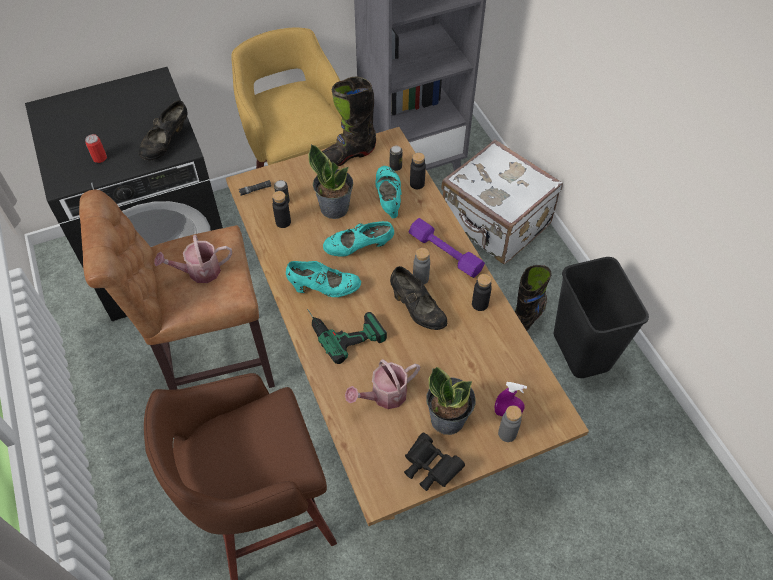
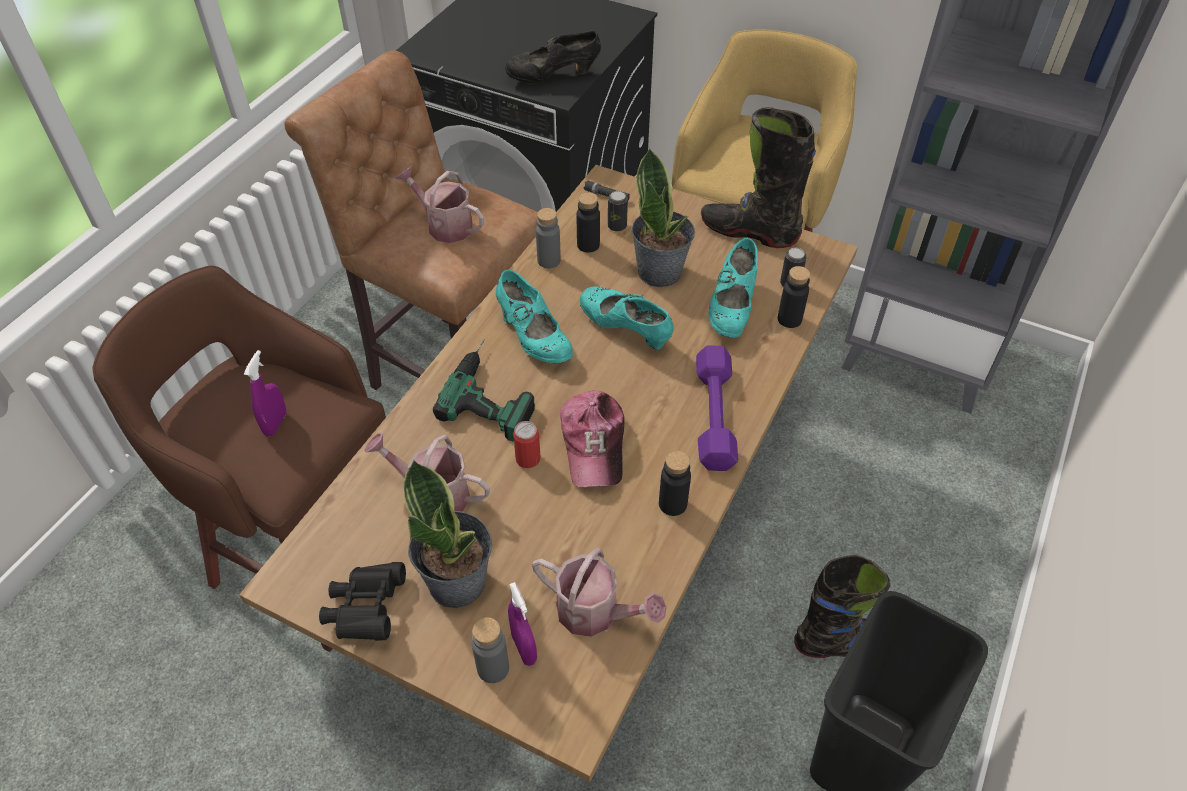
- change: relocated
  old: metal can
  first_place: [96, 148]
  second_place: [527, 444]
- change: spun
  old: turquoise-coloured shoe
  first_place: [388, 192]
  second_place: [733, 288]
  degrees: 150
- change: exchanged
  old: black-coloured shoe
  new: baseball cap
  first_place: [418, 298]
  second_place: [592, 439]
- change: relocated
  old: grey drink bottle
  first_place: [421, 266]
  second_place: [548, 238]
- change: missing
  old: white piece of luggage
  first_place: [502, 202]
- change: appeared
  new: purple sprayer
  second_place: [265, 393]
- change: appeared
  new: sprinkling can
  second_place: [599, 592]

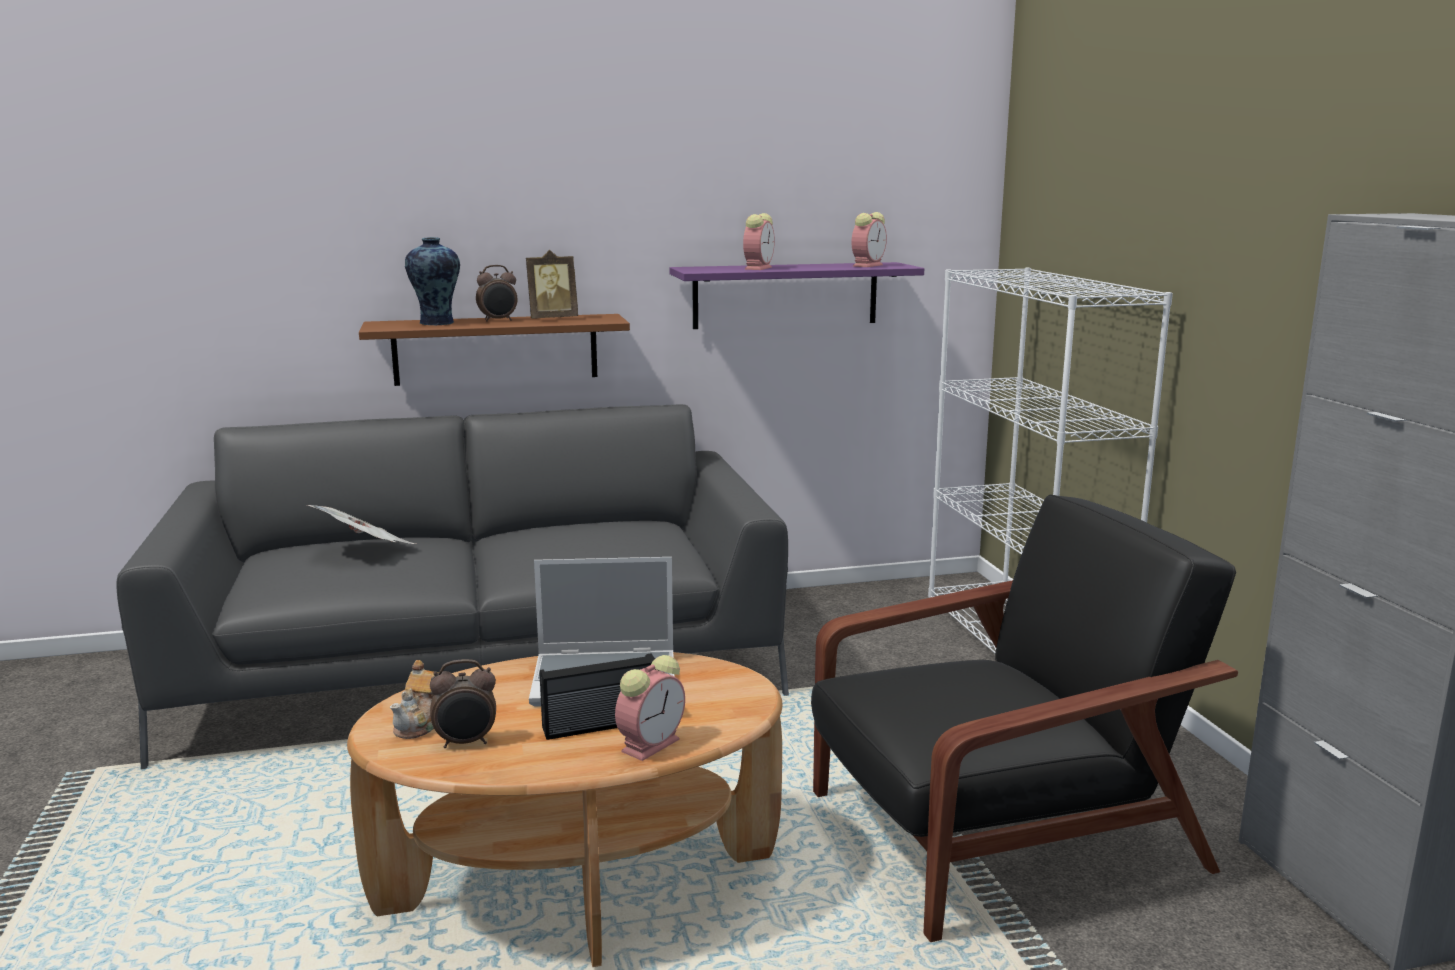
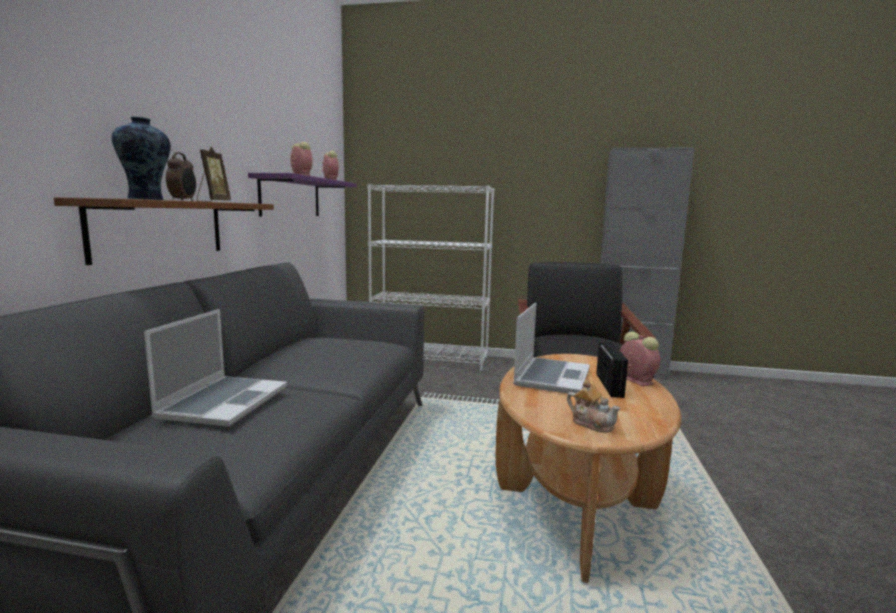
- change: exchanged
  old: printed paper
  new: notebook computer
  first_place: [361, 524]
  second_place: [215, 368]
- change: missing
  old: alarm clock
  first_place: [463, 703]

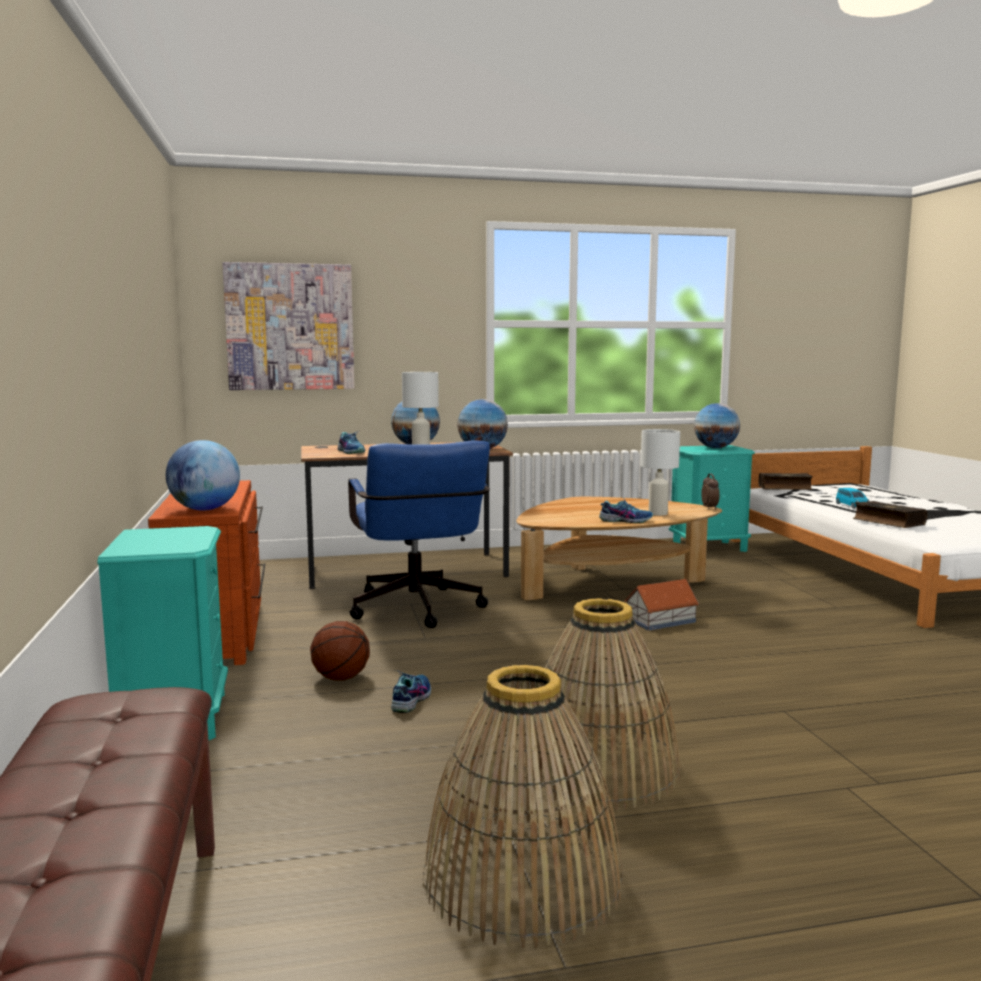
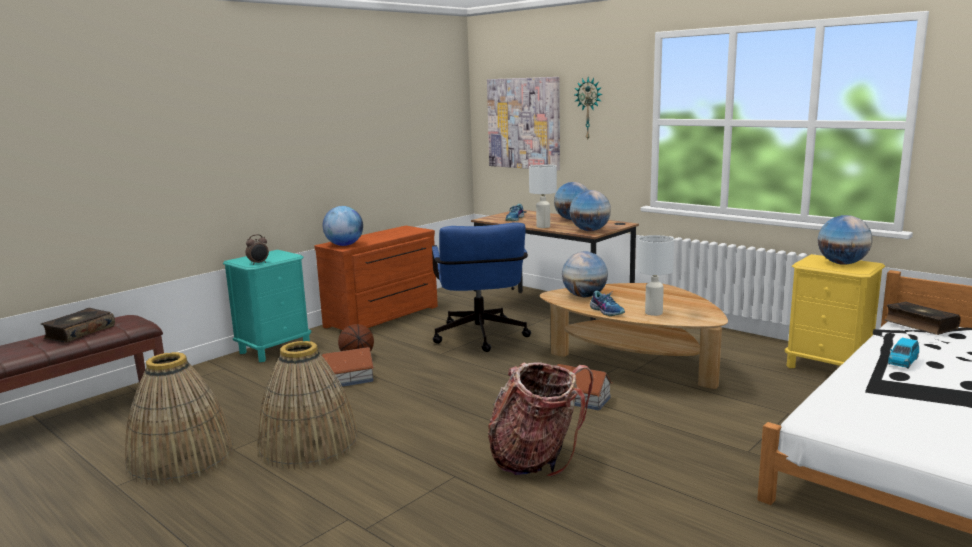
- change: spun
  old: bluish desk chair
  first_place: [419, 534]
  second_place: [481, 287]
  degrees: -45
- change: exchanged
  old: shoe
  new: toy house
  first_place: [411, 691]
  second_place: [348, 367]
- change: colour
  old: turquoise-coloured bedside table
  new: yellow bedside table
  first_place: [712, 498]
  second_place: [835, 311]
- change: relocated
  old: alarm clock
  first_place: [710, 492]
  second_place: [257, 249]
- change: relocated
  old: book
  first_place: [890, 514]
  second_place: [78, 325]
- change: appeared
  new: backpack
  second_place: [541, 419]
- change: appeared
  new: world globe
  second_place: [585, 274]
- change: appeared
  new: clock on the wall
  second_place: [588, 109]

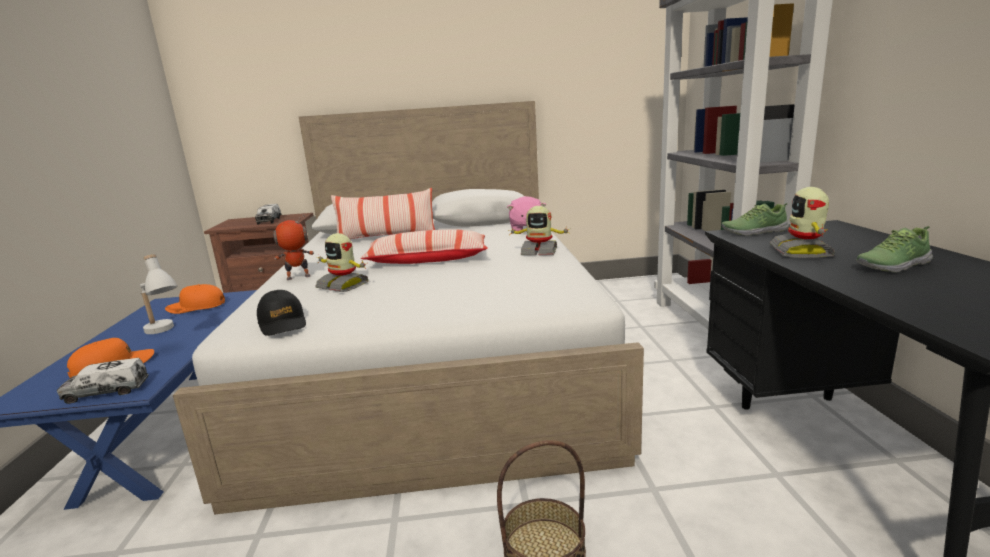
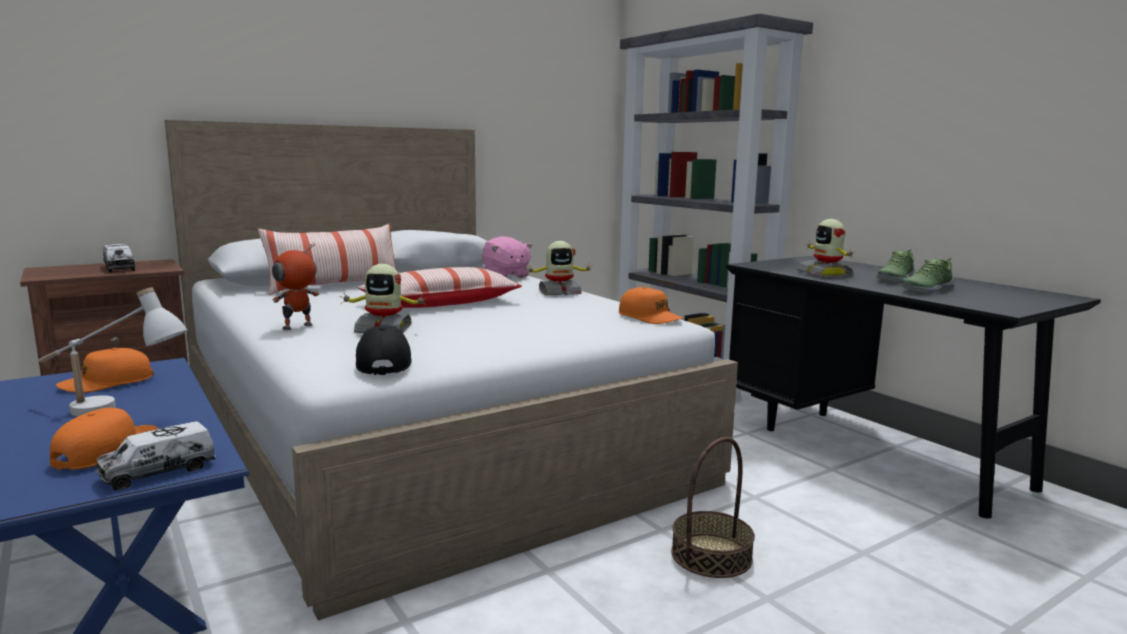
- change: spun
  old: black-coloured baseball cap
  first_place: [281, 313]
  second_place: [384, 350]
  degrees: -135
- change: relocated
  old: shoe
  first_place: [755, 219]
  second_place: [928, 276]
- change: appeared
  new: orangey baseball cap
  second_place: [651, 305]

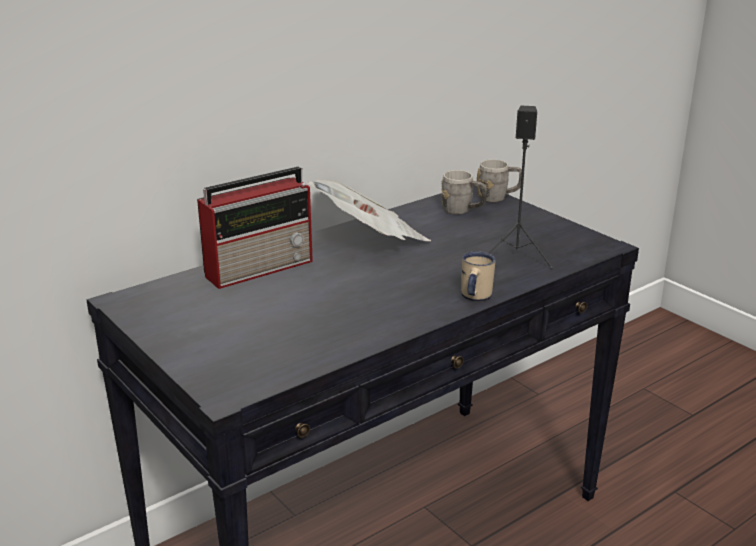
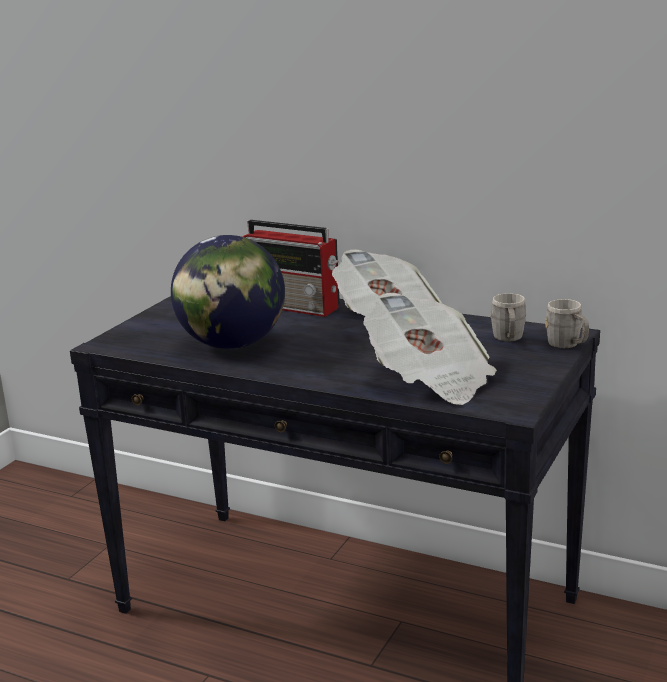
- change: missing
  old: sand-coloured tea mug
  first_place: [478, 276]
- change: exchanged
  old: black-coloured loudspeaker
  new: printed paper
  first_place: [521, 187]
  second_place: [430, 349]
- change: appeared
  new: world globe
  second_place: [228, 292]

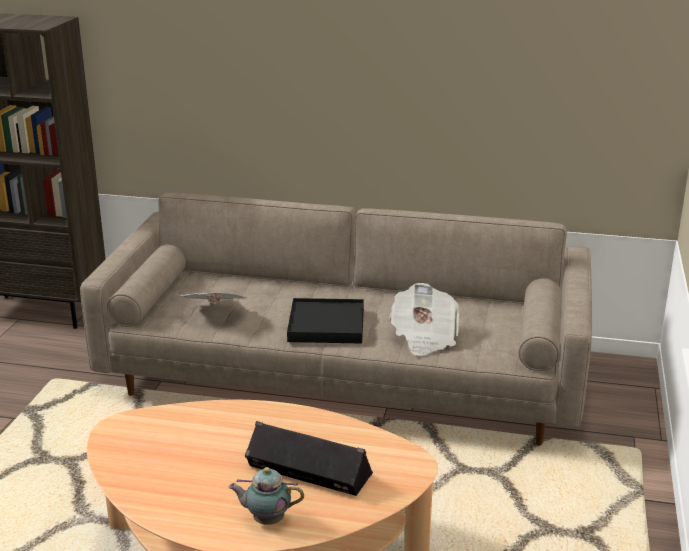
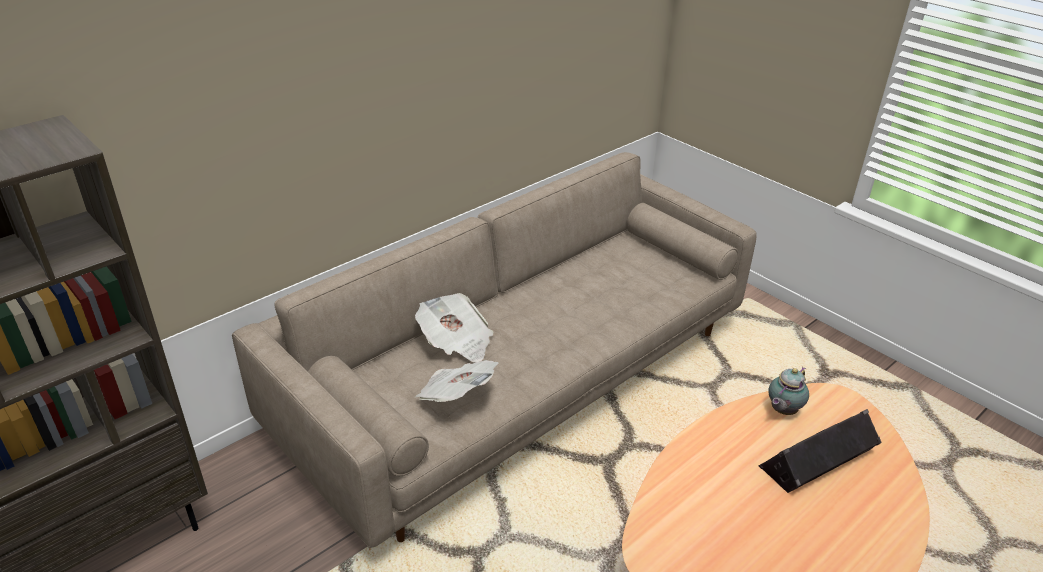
- change: relocated
  old: teapot
  first_place: [266, 496]
  second_place: [788, 391]
- change: missing
  old: black-coloured tray
  first_place: [325, 321]
- change: relocated
  old: printed paper
  first_place: [424, 319]
  second_place: [454, 328]

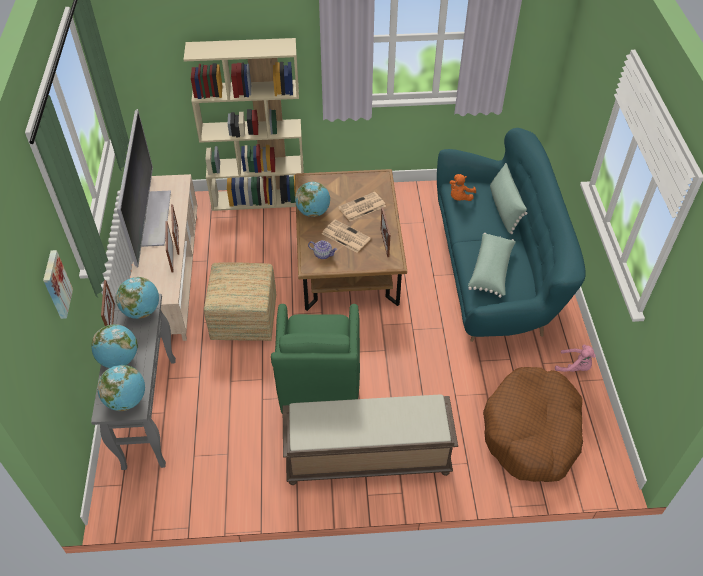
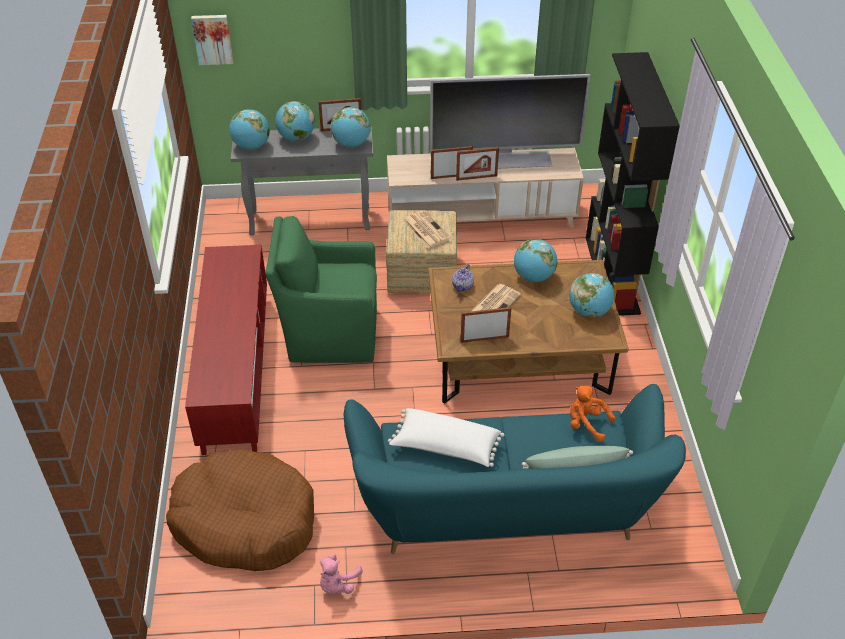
- change: relocated
  old: picture
  first_place: [58, 284]
  second_place: [212, 40]
- change: colour
  old: sand-coloured bookcase
  new: black-coloured bookcase
  first_place: [243, 124]
  second_place: [633, 184]
- change: exchanged
  old: brown indoor bench
  new: red tv stand
  first_place: [370, 440]
  second_place: [226, 350]
- change: relocated
  old: printed paper
  first_place: [362, 206]
  second_place: [427, 229]
- change: colour
  old: greenish throw pillow
  new: white throw pillow
  first_place: [492, 265]
  second_place: [446, 437]
- change: appeared
  new: world globe
  second_place: [592, 295]

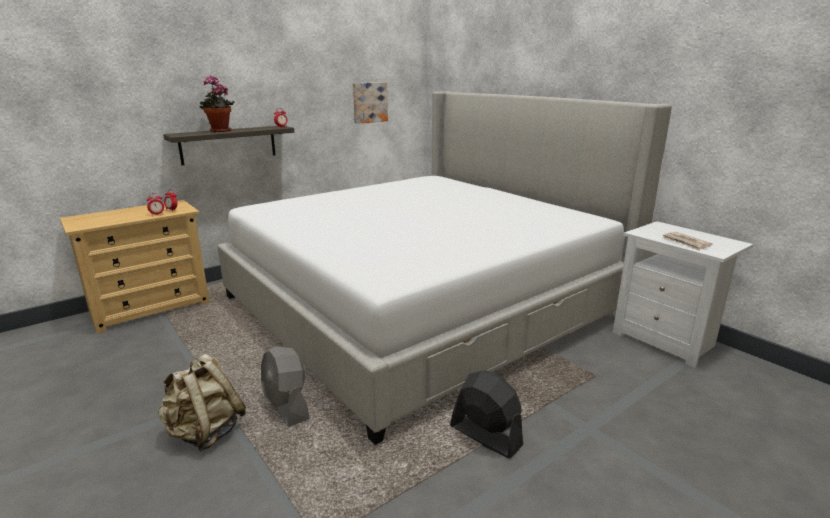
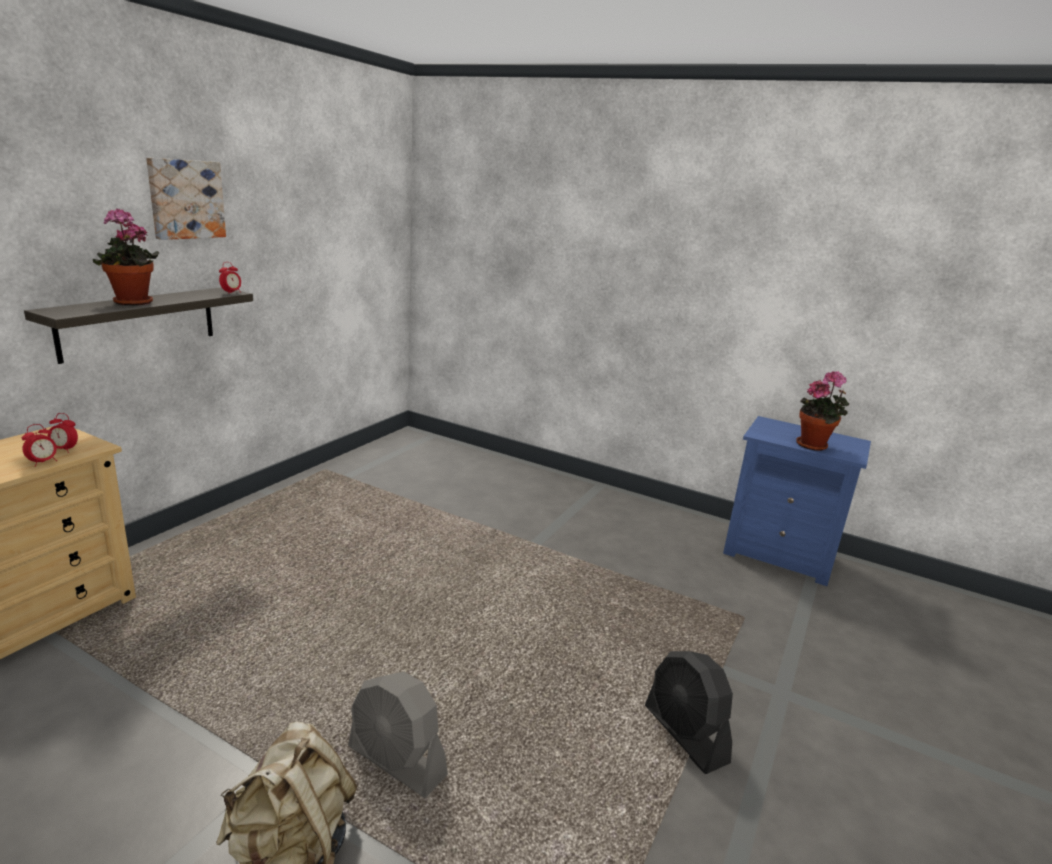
- change: missing
  old: sleeping bed
  first_place: [444, 268]
- change: relocated
  old: picture
  first_place: [370, 103]
  second_place: [186, 198]
- change: spun
  old: black-coloured electric fan
  first_place: [486, 414]
  second_place: [689, 712]
  degrees: -135
- change: colour
  old: white bedside table
  new: bluish bedside table
  first_place: [683, 294]
  second_place: [797, 501]
- change: exchanged
  old: printed paper
  new: houseplant
  first_place: [687, 241]
  second_place: [822, 411]

